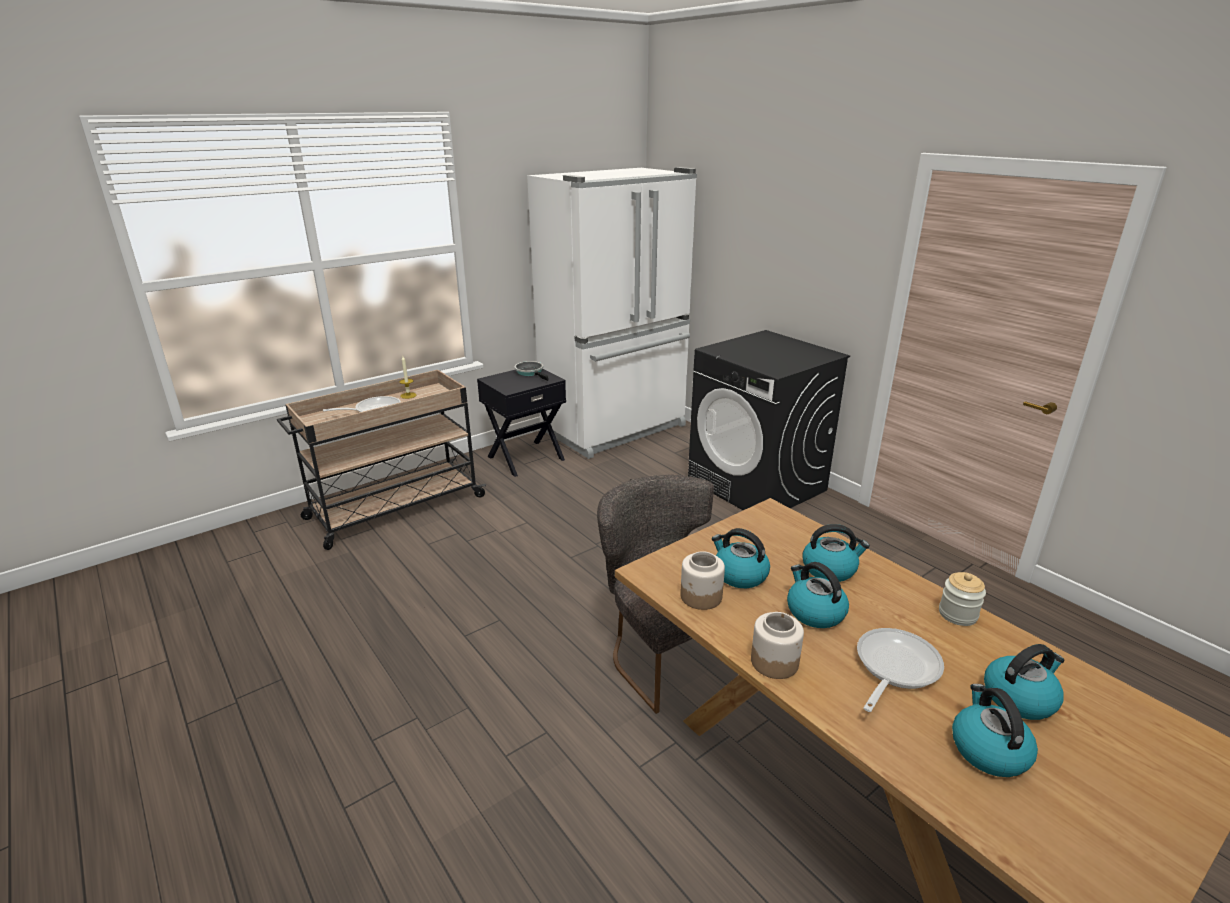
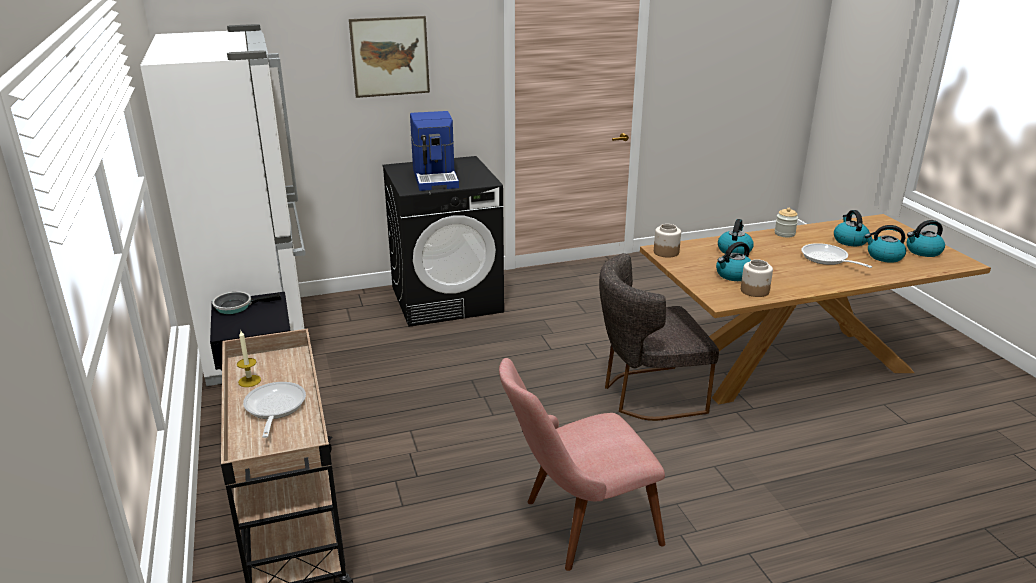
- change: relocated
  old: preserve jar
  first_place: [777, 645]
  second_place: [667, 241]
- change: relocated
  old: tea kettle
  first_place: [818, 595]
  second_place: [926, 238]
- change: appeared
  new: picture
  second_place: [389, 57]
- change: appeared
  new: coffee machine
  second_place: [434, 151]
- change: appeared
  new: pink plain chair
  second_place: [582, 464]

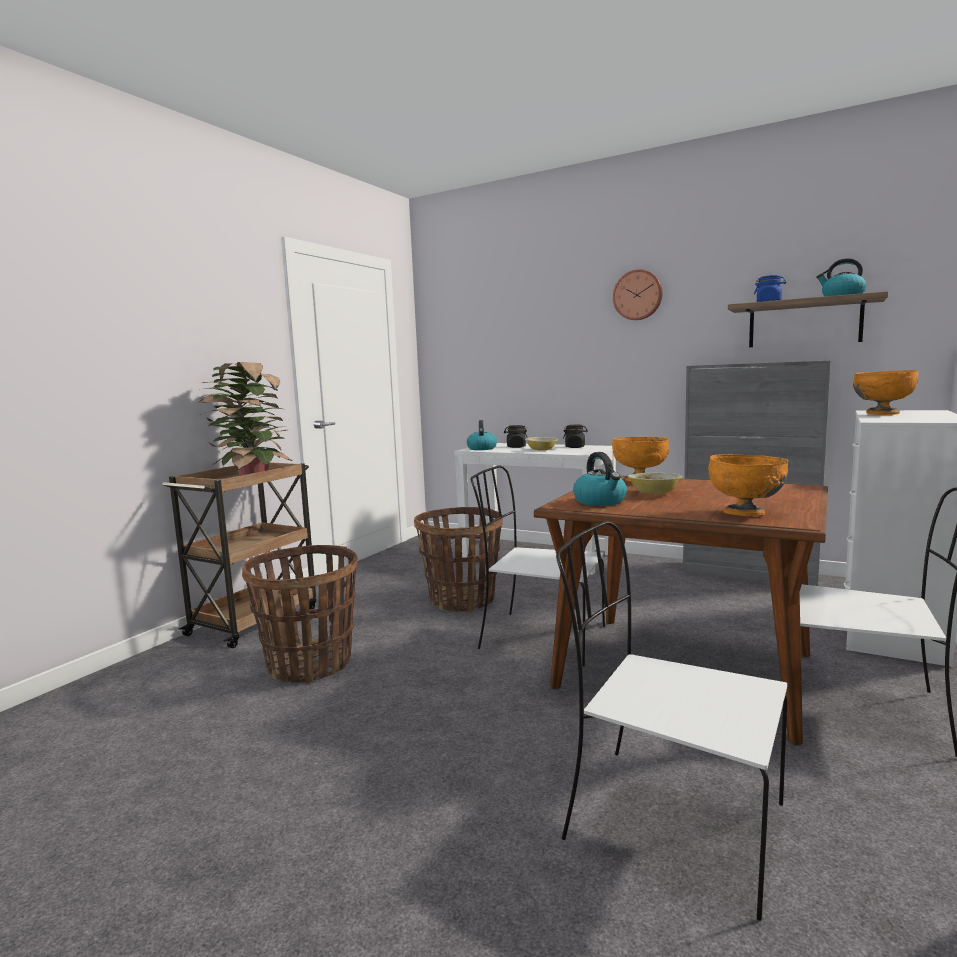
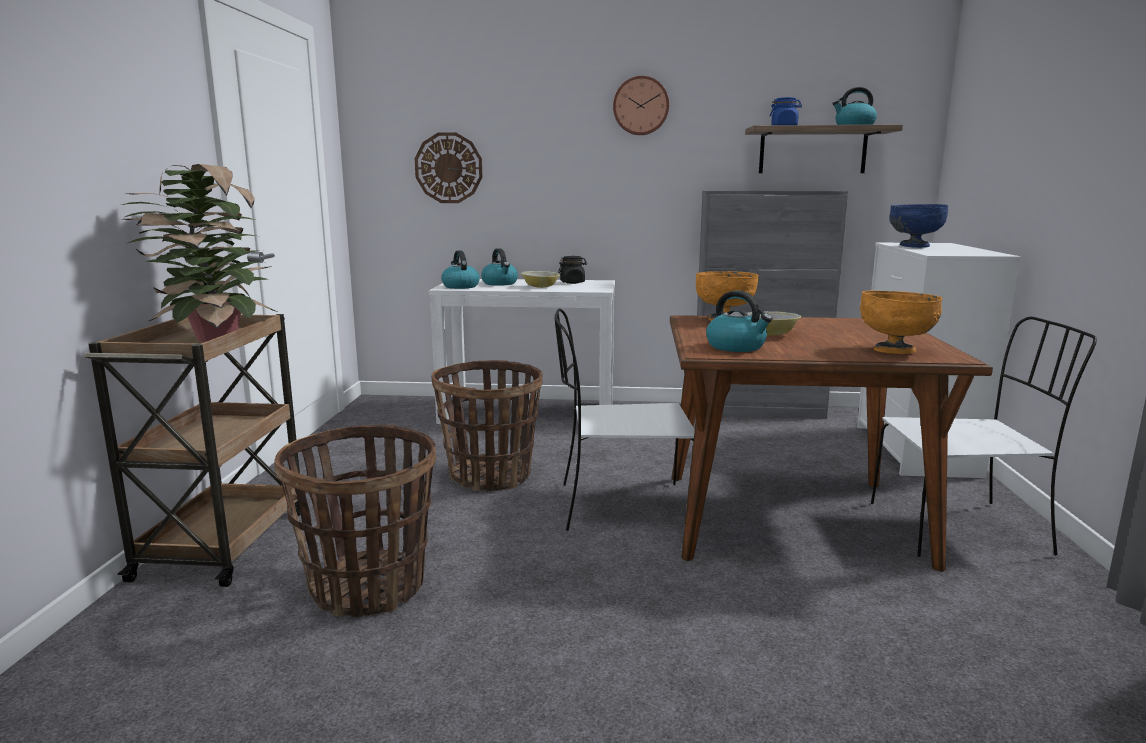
- change: exchanged
  old: black-coloured preserve jar
  new: tea kettle
  first_place: [516, 436]
  second_place: [499, 267]
- change: missing
  old: white plain chair
  first_place: [672, 721]
- change: colour
  old: orangey bowl
  new: bluish bowl
  first_place: [886, 392]
  second_place: [918, 226]
- change: appeared
  new: clock on the wall
  second_place: [448, 167]

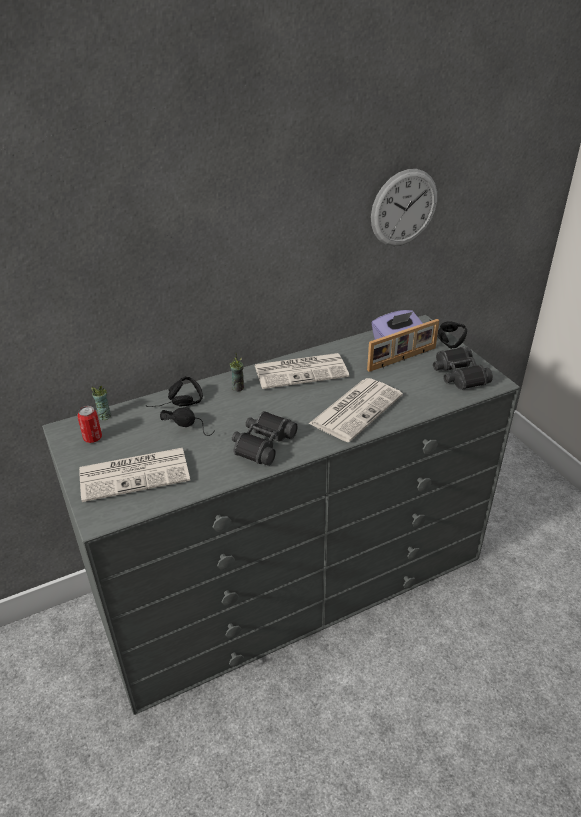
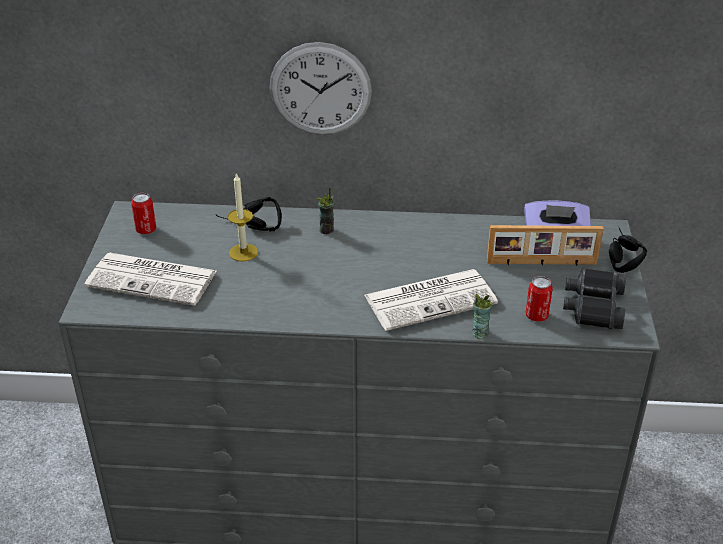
- change: relocated
  old: small cup
  first_place: [101, 402]
  second_place: [482, 316]
- change: exchanged
  old: black-coloured pair of headphones
  new: wax light
  first_place: [187, 421]
  second_place: [243, 217]
- change: missing
  old: black-coloured binoculars
  first_place: [264, 438]
- change: missing
  old: printed paper
  first_place: [302, 371]
- change: relocated
  old: clock on the wall
  first_place: [404, 207]
  second_place: [320, 88]
- change: appeared
  new: metal can
  second_place: [539, 299]

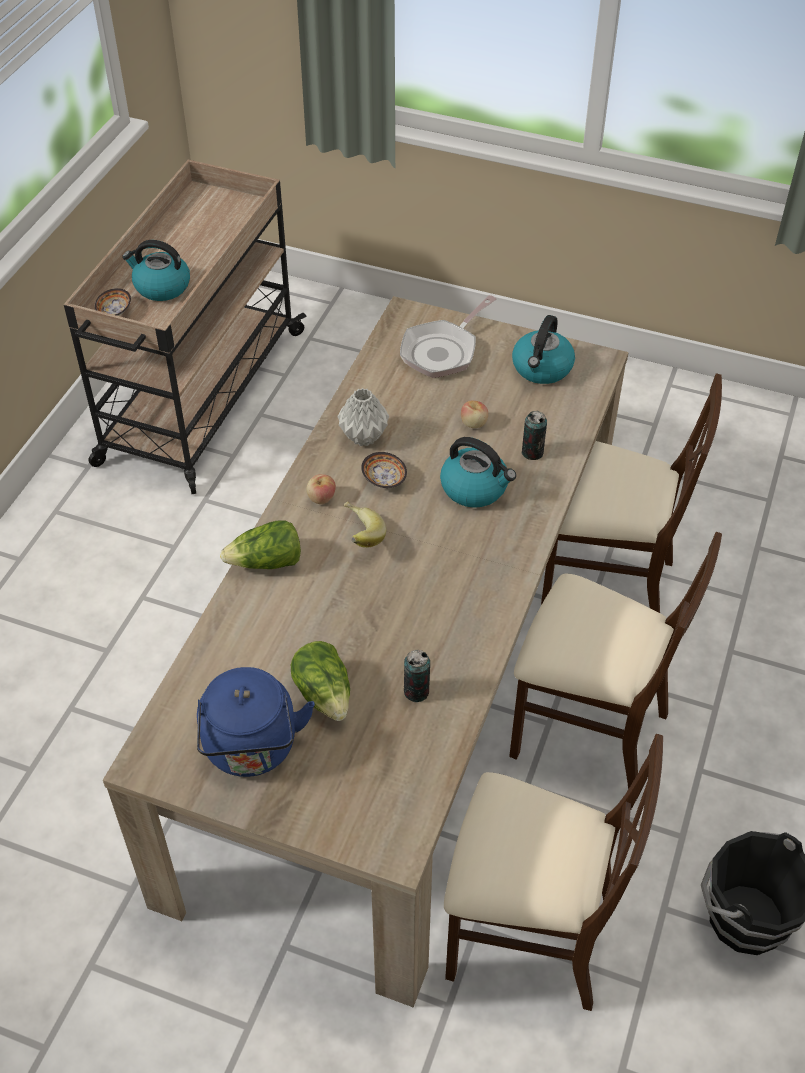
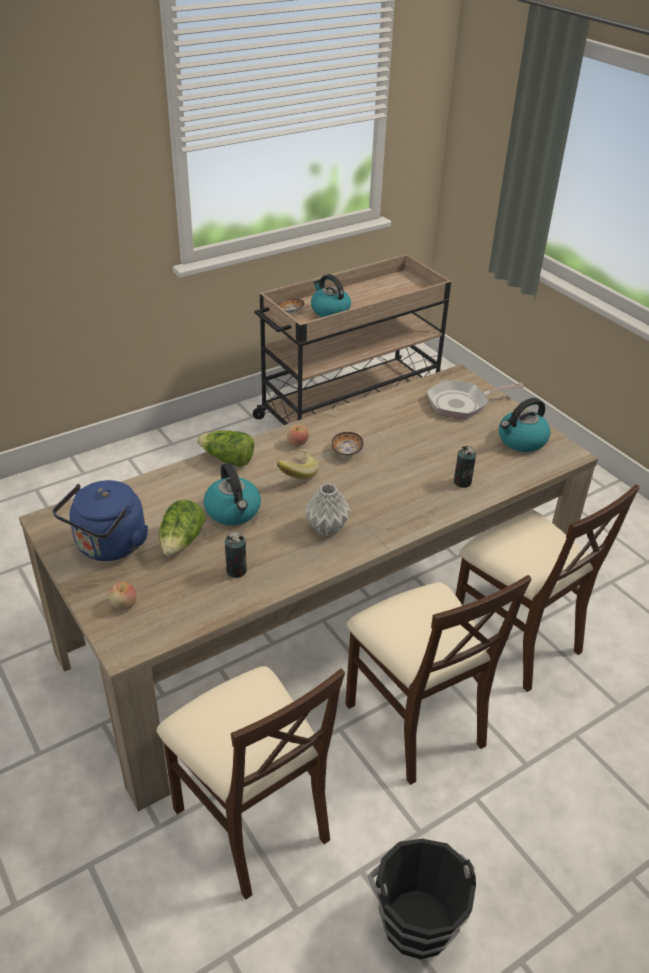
- change: relocated
  old: grey decorative vase
  first_place: [363, 417]
  second_place: [328, 510]
- change: relocated
  old: tea kettle
  first_place: [478, 472]
  second_place: [232, 494]
- change: relocated
  old: apple fruit
  first_place: [474, 414]
  second_place: [123, 595]

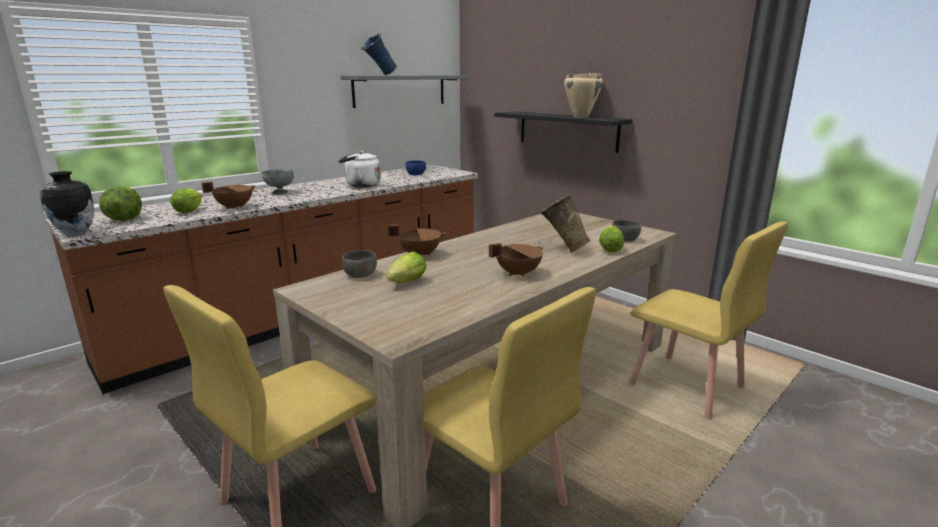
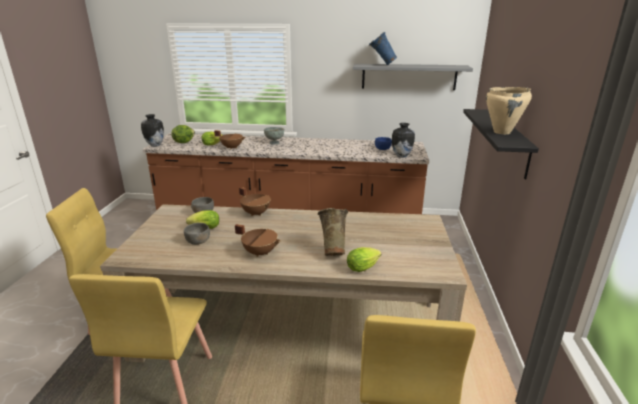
- change: missing
  old: white tea kettle
  first_place: [360, 169]
- change: relocated
  old: grey bowl
  first_place: [626, 231]
  second_place: [197, 234]
- change: appeared
  new: decorative vase
  second_place: [403, 140]

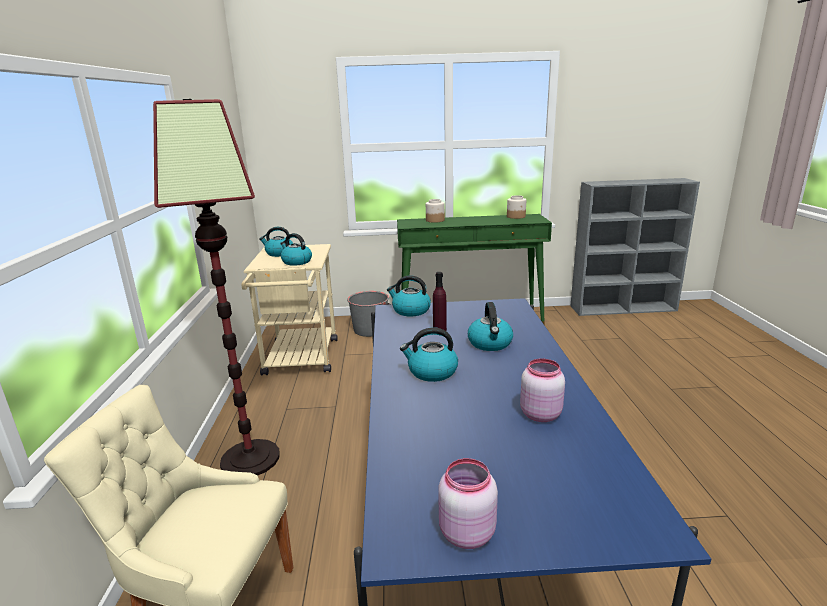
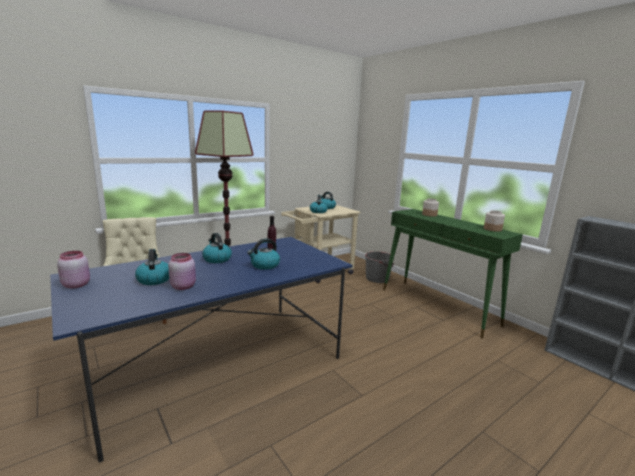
- change: relocated
  old: tea kettle
  first_place: [409, 296]
  second_place: [152, 267]

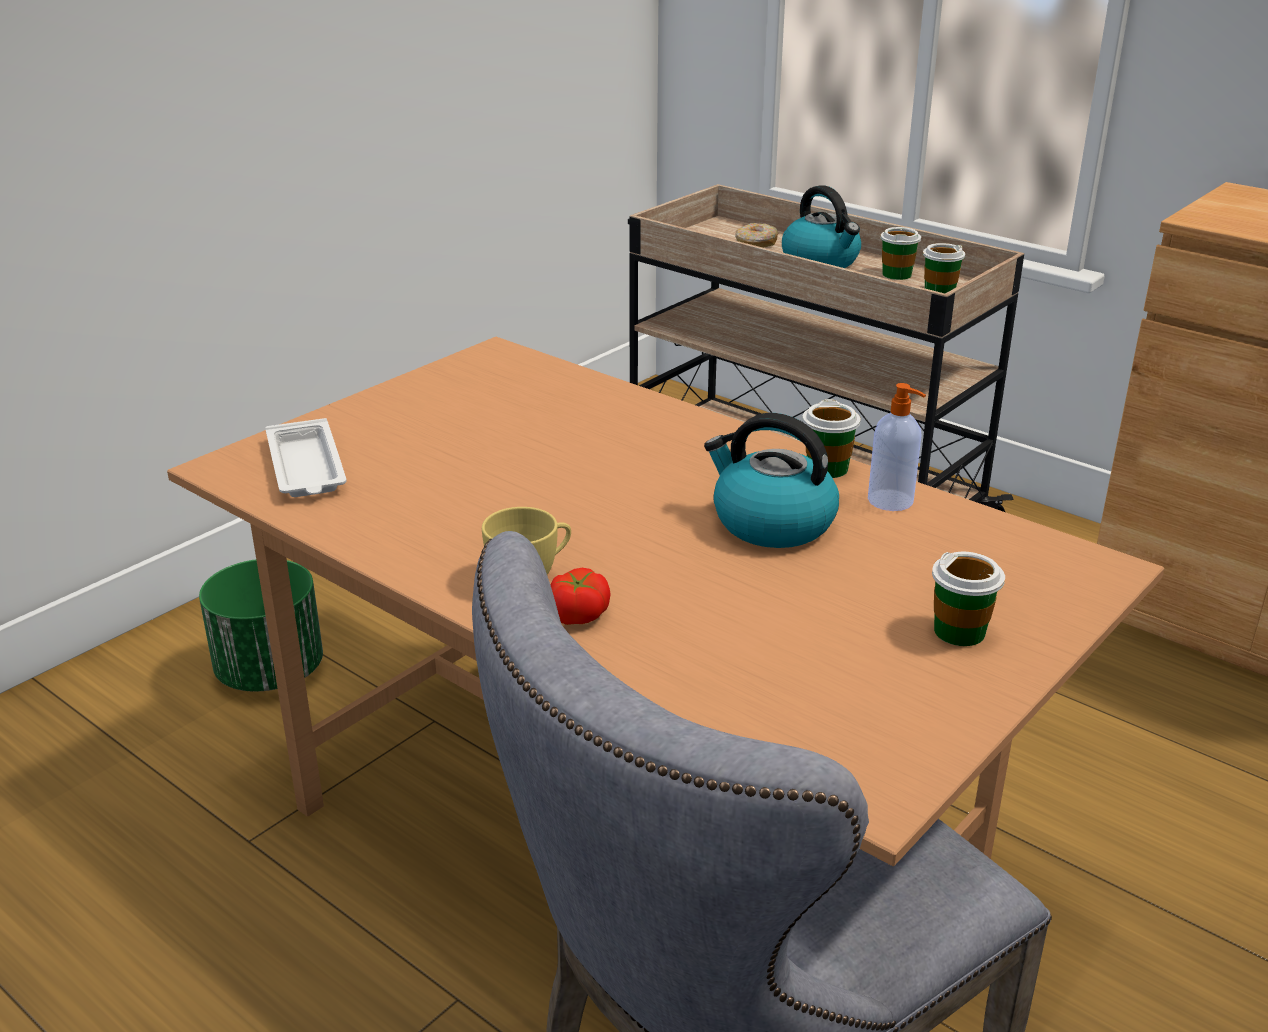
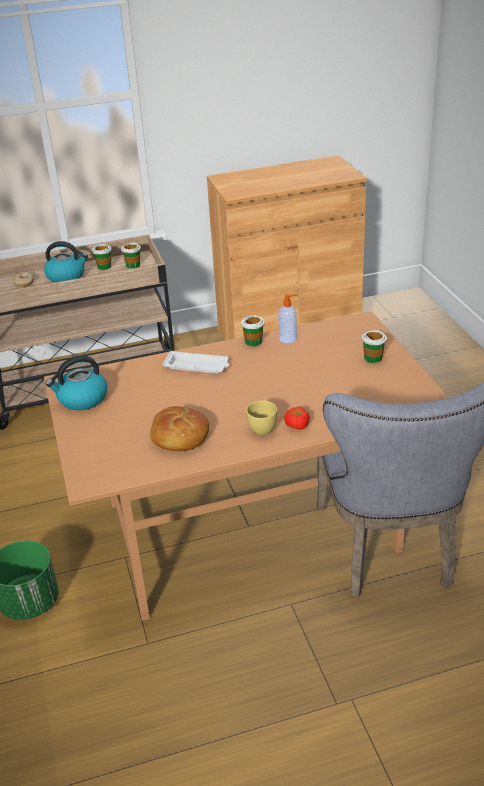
- change: relocated
  old: white tray
  first_place: [306, 457]
  second_place: [196, 362]
- change: relocated
  old: tea kettle
  first_place: [771, 480]
  second_place: [76, 382]
- change: appeared
  new: bread
  second_place: [179, 428]

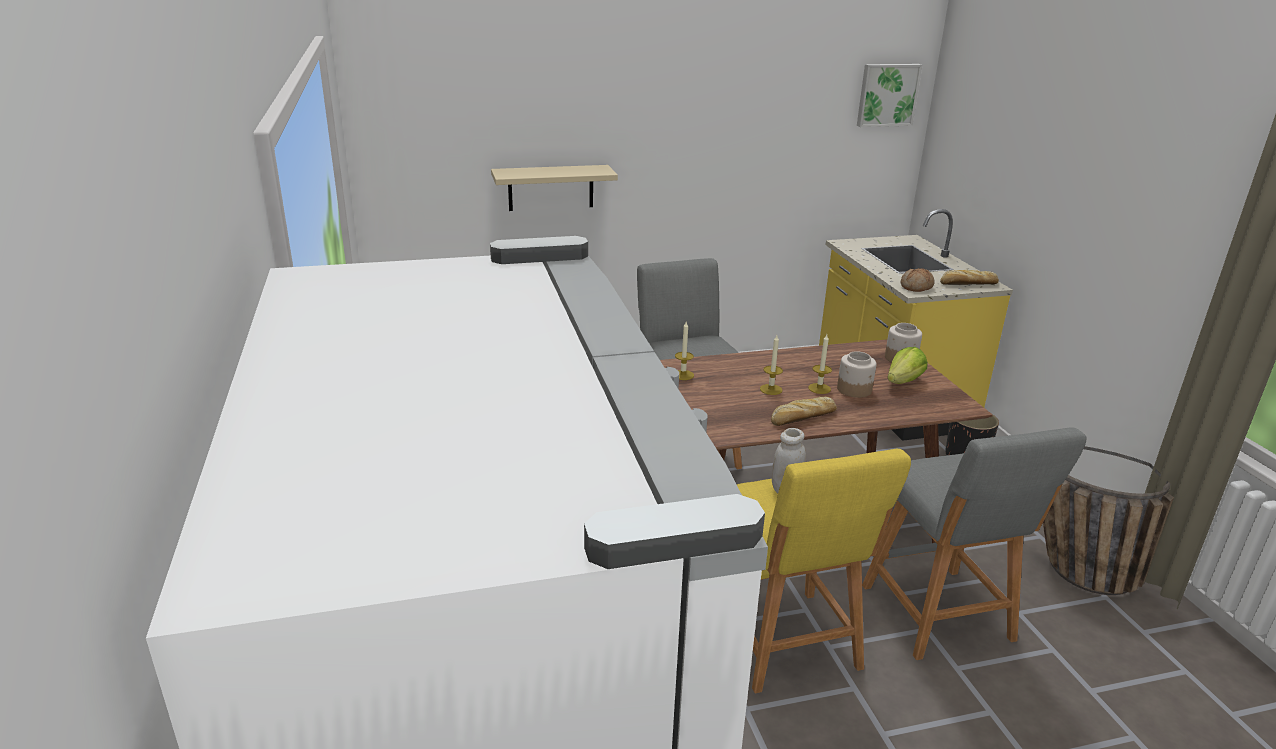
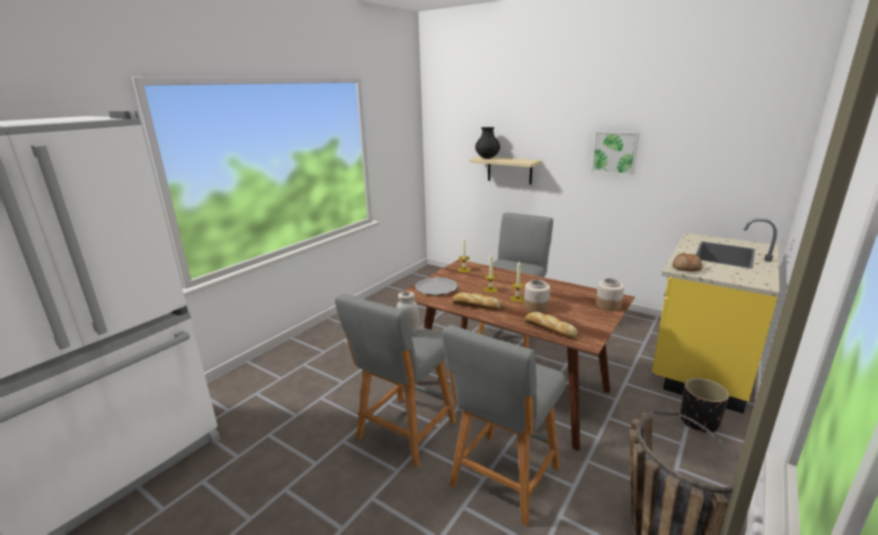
- change: colour
  old: yellow stool seat
  new: grey stool seat
  first_place: [824, 571]
  second_place: [395, 380]
- change: relocated
  old: picture
  first_place: [889, 95]
  second_place: [615, 153]
- change: missing
  old: lettuce head
  first_place: [907, 365]
- change: relocated
  old: bread
  first_place: [969, 277]
  second_place: [551, 325]
- change: appeared
  new: flat dish
  second_place: [436, 286]
- change: appeared
  new: black-coloured decorative vase
  second_place: [487, 143]

